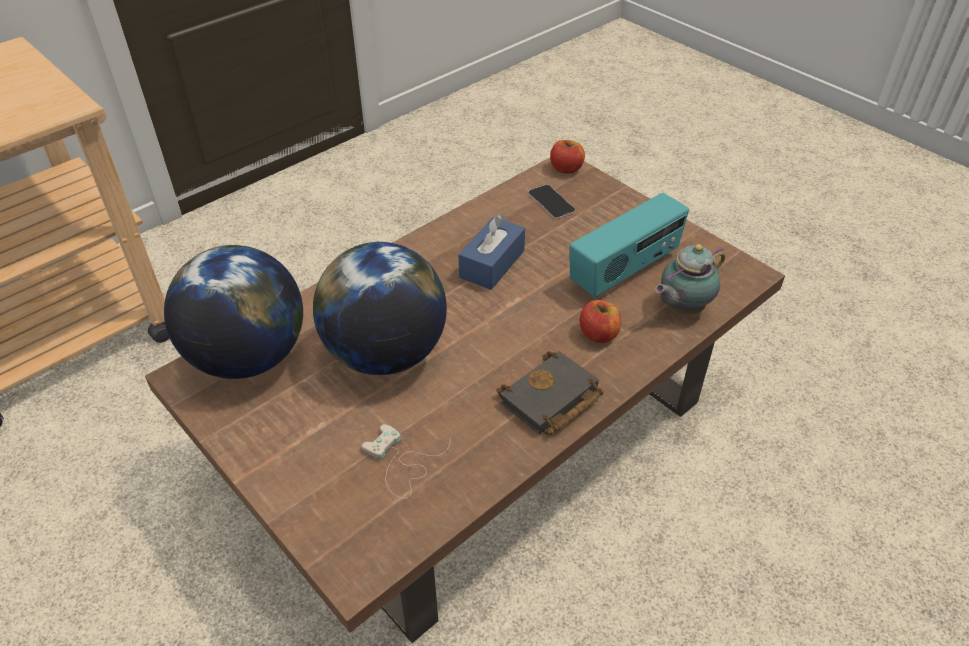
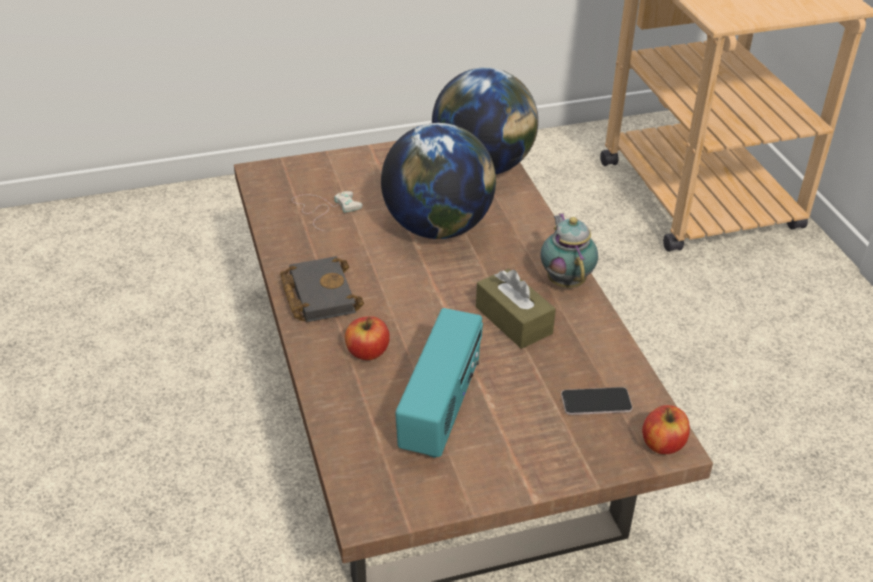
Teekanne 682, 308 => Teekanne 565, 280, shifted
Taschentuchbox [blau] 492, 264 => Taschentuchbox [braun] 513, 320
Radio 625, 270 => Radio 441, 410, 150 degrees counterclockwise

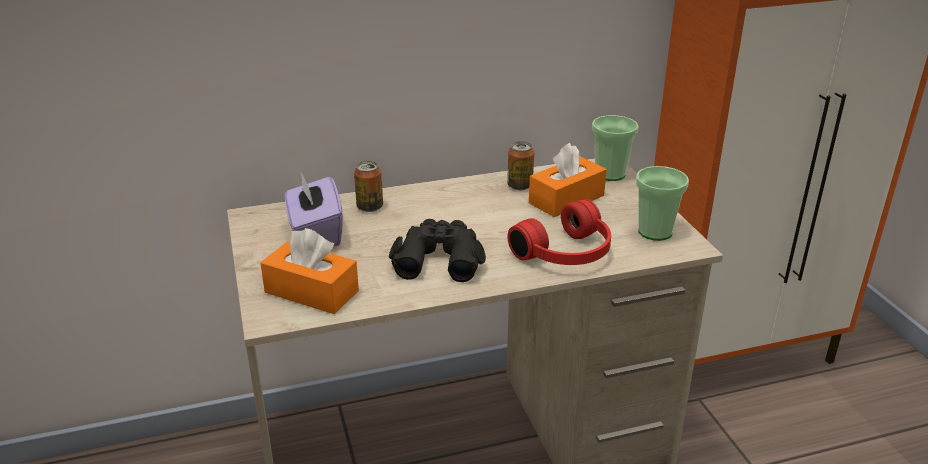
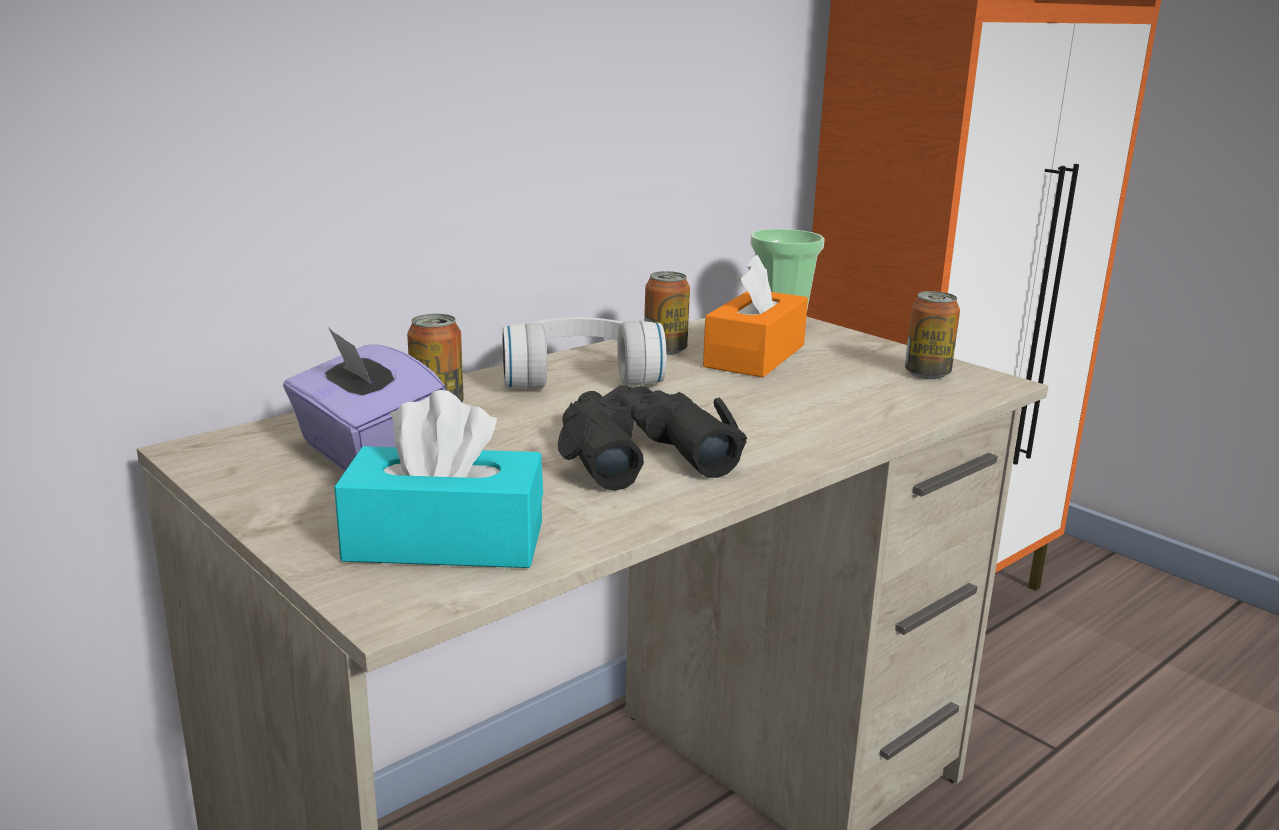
Kopfhörer [rot] 567, 254 => nothing
nothing => Kopfhörer [weiß] 579, 374
Tasse 655, 232 => Dose 927, 373
Taschentuchbox [orange] 311, 292 => Taschentuchbox [türkis] 445, 542

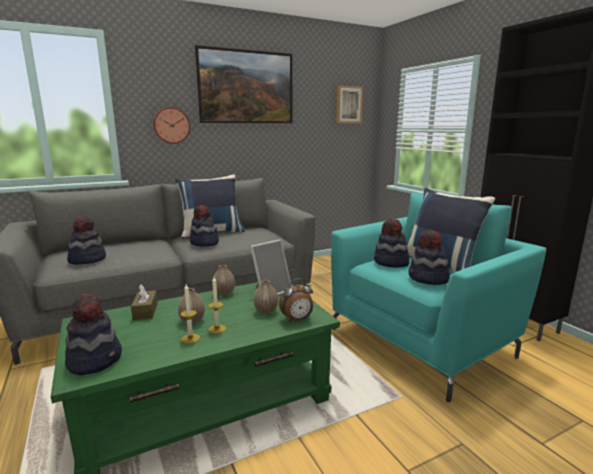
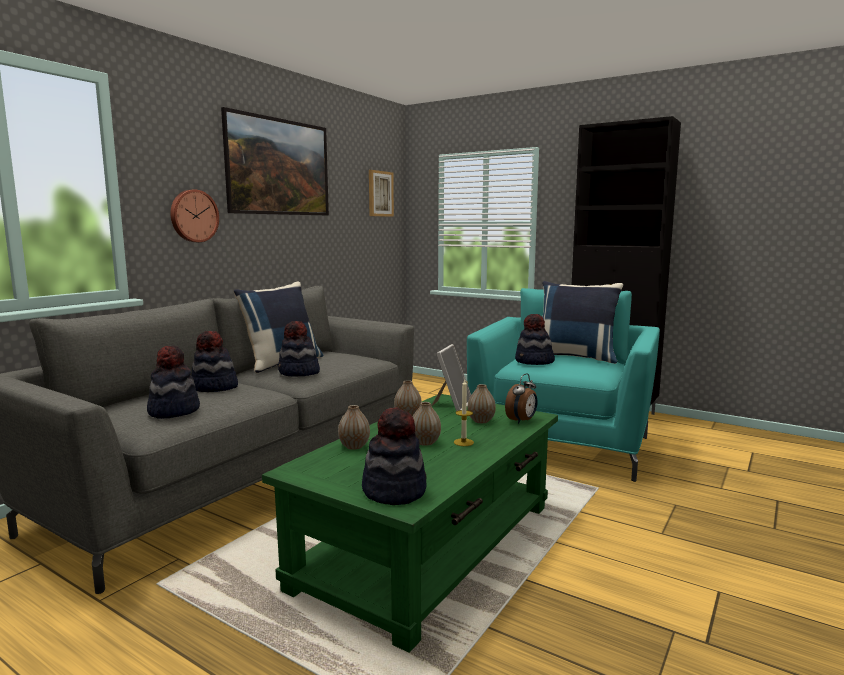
Kerze 190, 338 => nothing
Hut 428, 279 => Hut 214, 388, shifted
Taschentuchbox [braun] 145, 311 => Vase 354, 446

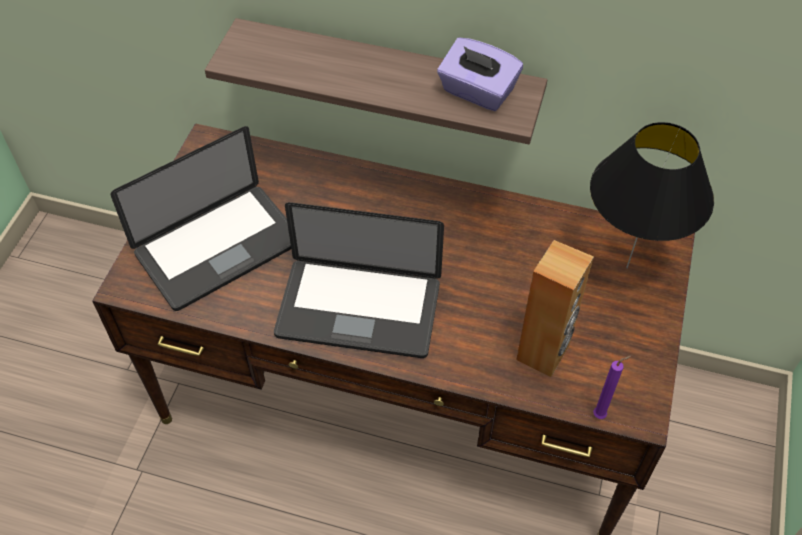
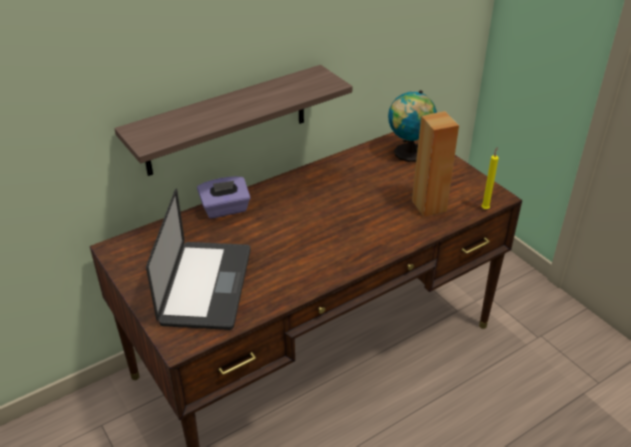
Laptop 358, 309 => nothing
Taschentuchbox [lila] 477, 92 => Taschentuchbox [lila] 225, 209, shifted
Tischlampe [schwarz] 626, 268 => Globus 408, 154
Kerze [lila] 601, 415 => Kerze [gelb] 485, 208

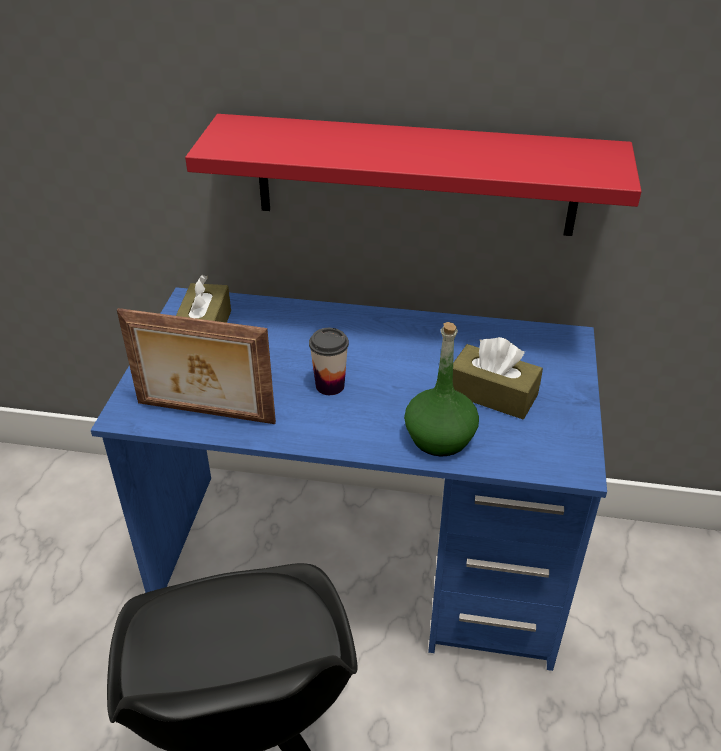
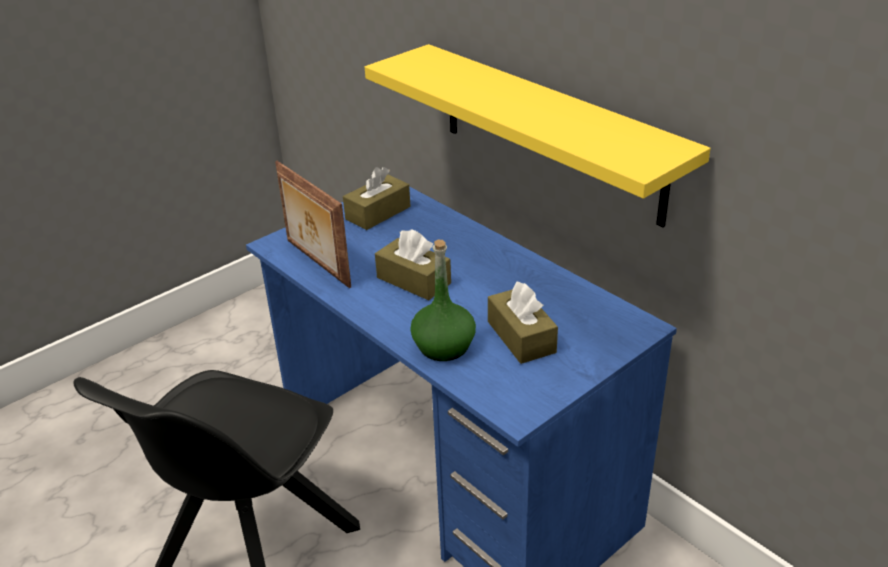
Tasse 330, 385 => Taschentuchbox [braun] 413, 280
Wandregal [rot] 415, 175 => Wandregal [gelb] 549, 132

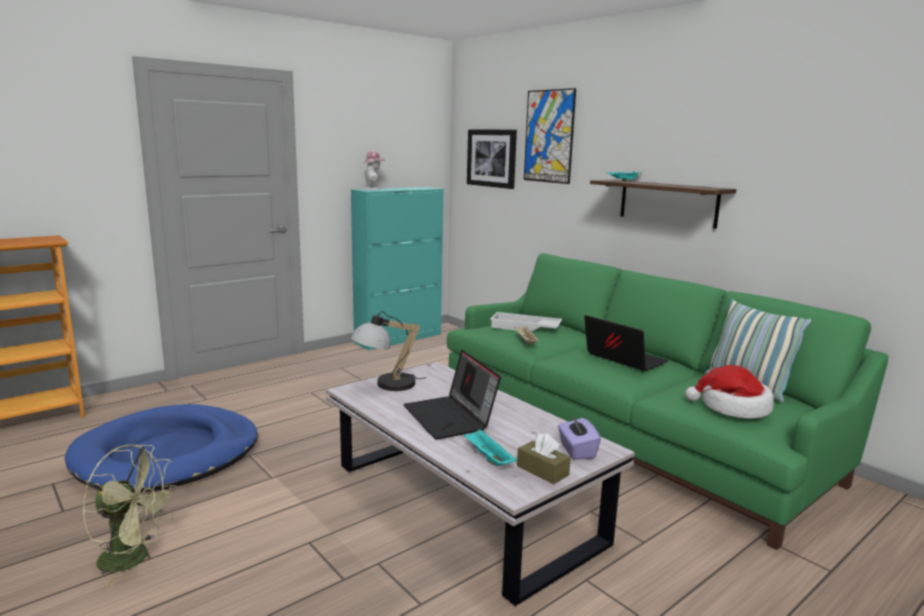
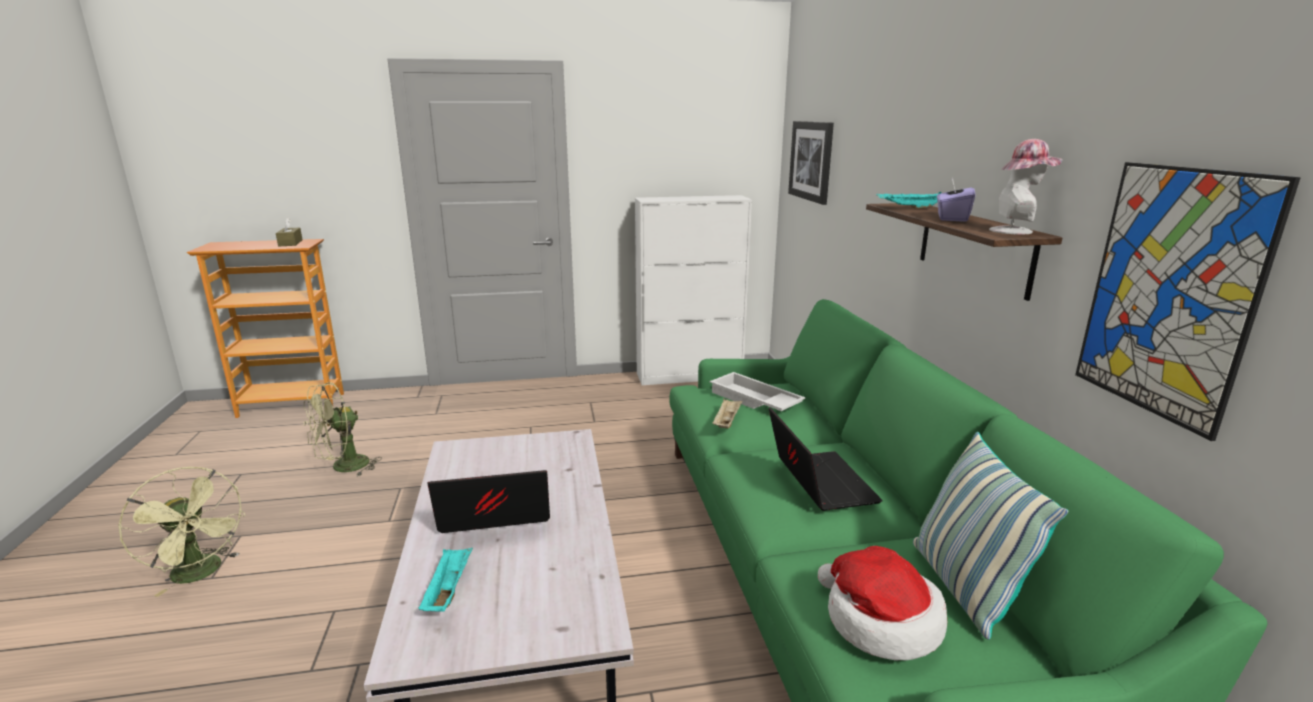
Tischlampe 386, 385 => nothing
Hut 373, 189 => Hut 1016, 231, shifted
Taschentuchbox [braun] 542, 471 => Taschentuchbox [braun] 290, 243, shifted
Bild 549, 136 => Bild 1169, 293, shifted
Taschentuchbox [lila] 576, 450 => Taschentuchbox [lila] 951, 218, shifted
Hundebett [blau] 168, 454 => Ventilator [grün] 343, 468
Schrank [türkis] 399, 338 => Schrank [weiß] 690, 375
Laptop 451, 418 => Laptop 493, 516, 75 degrees clockwise

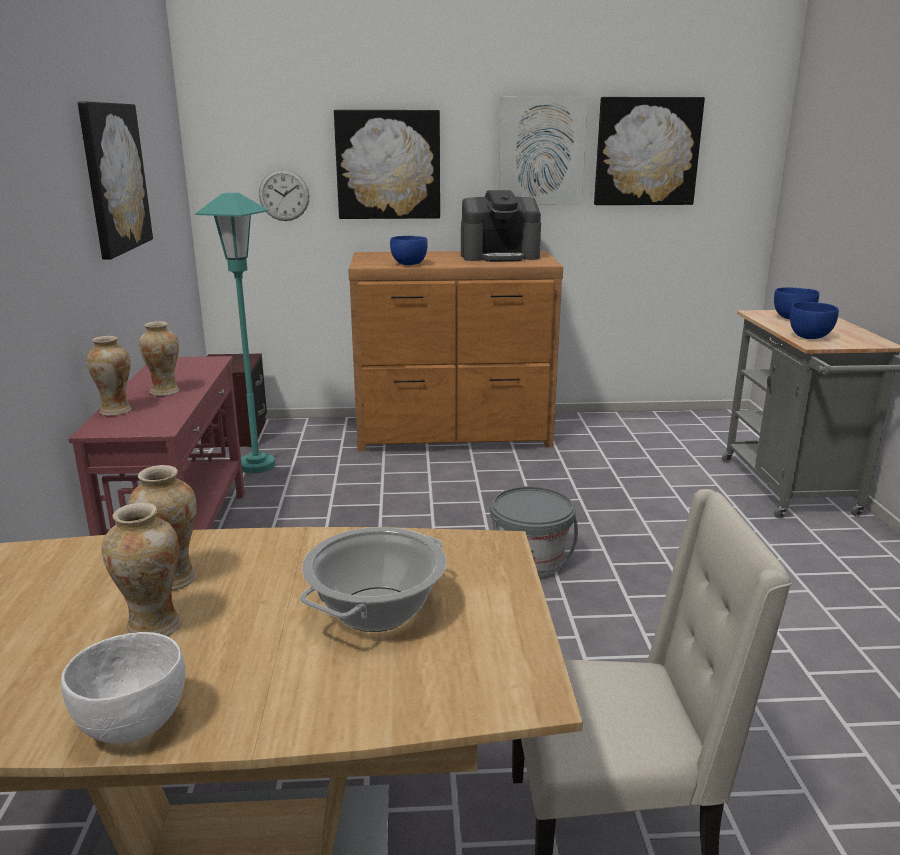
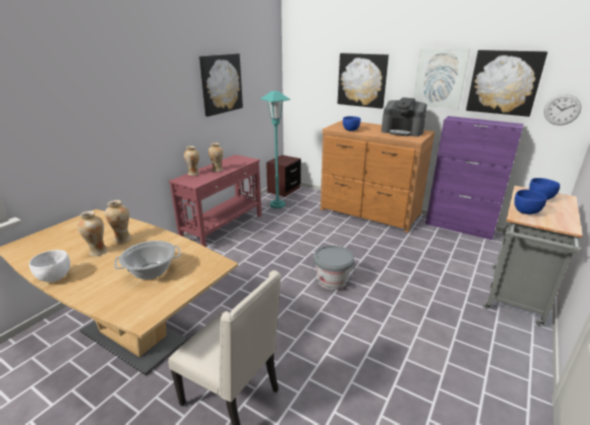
nothing => Schrank [lila] 459, 227
Wanduhr 284, 195 => Wanduhr 562, 109, shifted

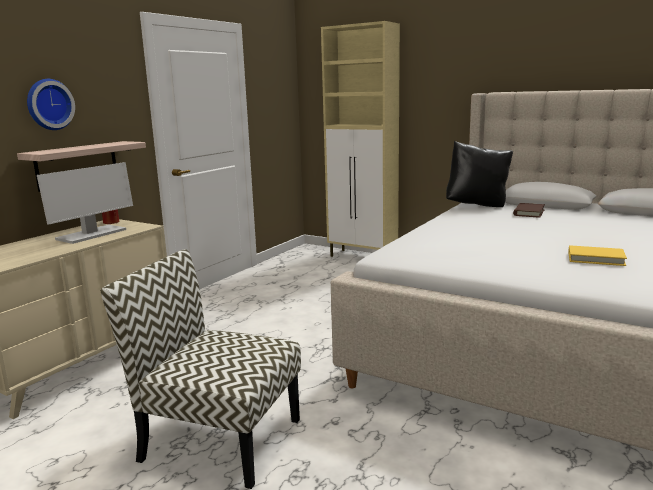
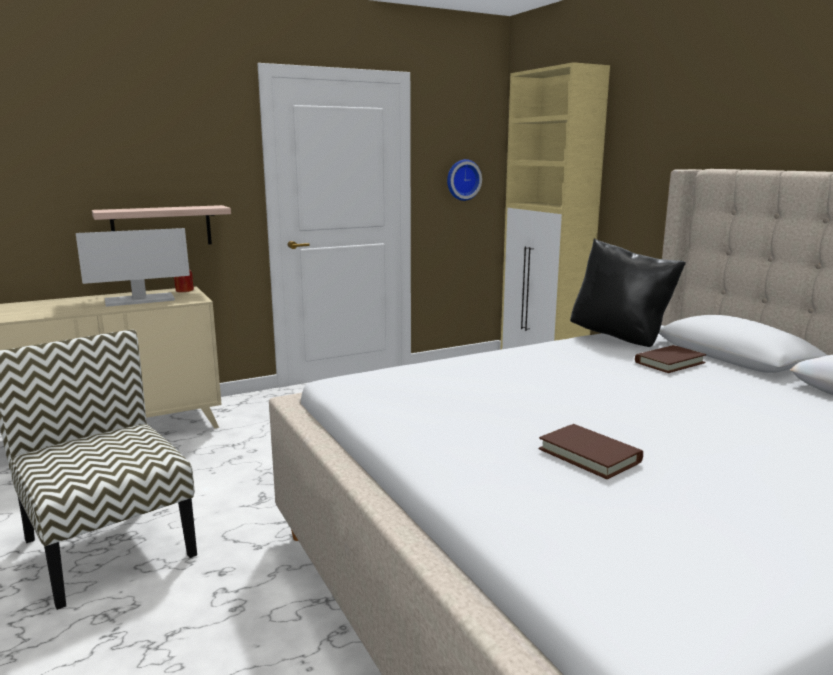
Wanduhr 48, 104 => Wanduhr 462, 180, shifted
Buch [gelb] 595, 259 => Buch [braun] 589, 455

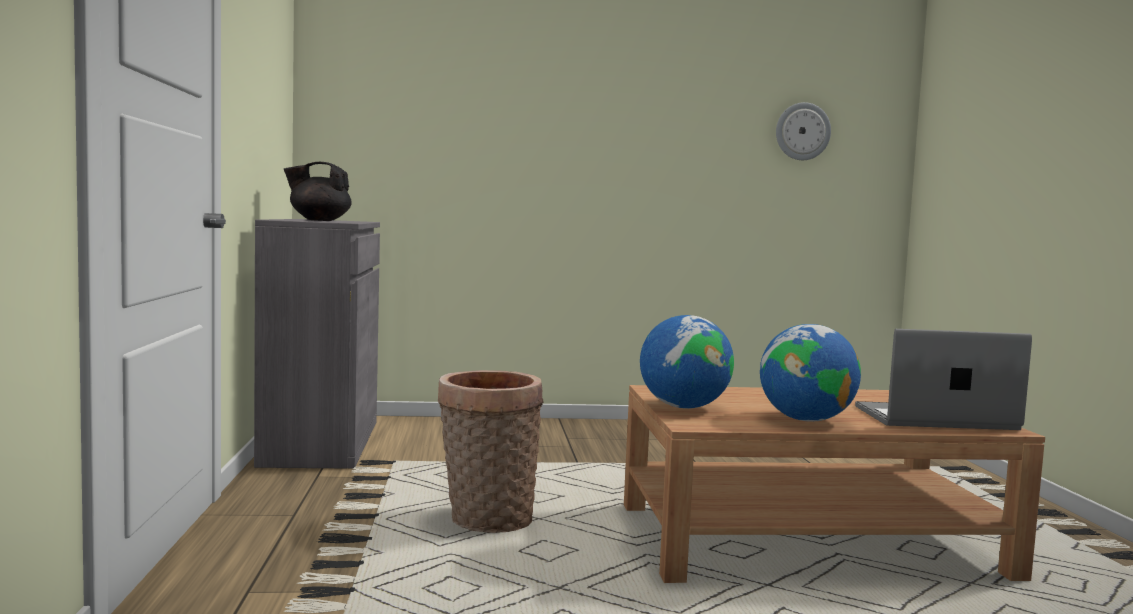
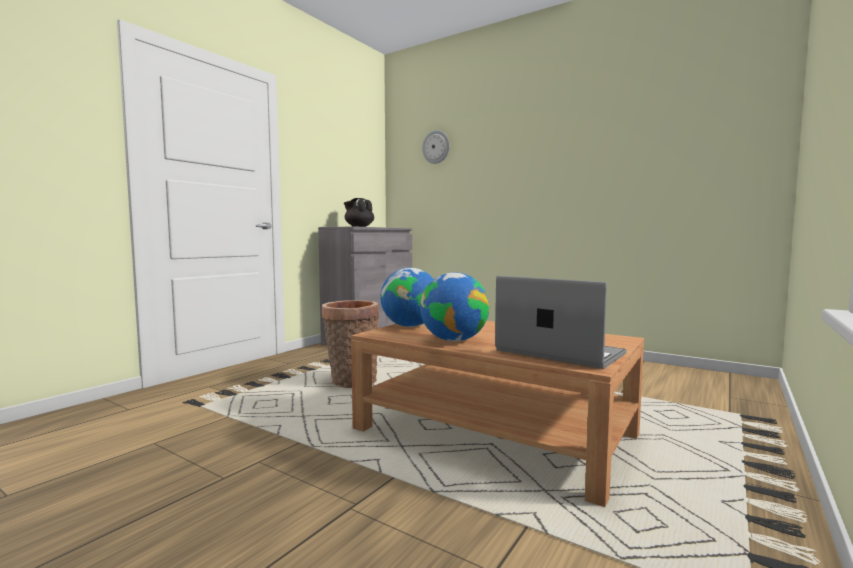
Wanduhr 802, 131 => Wanduhr 436, 147, shifted

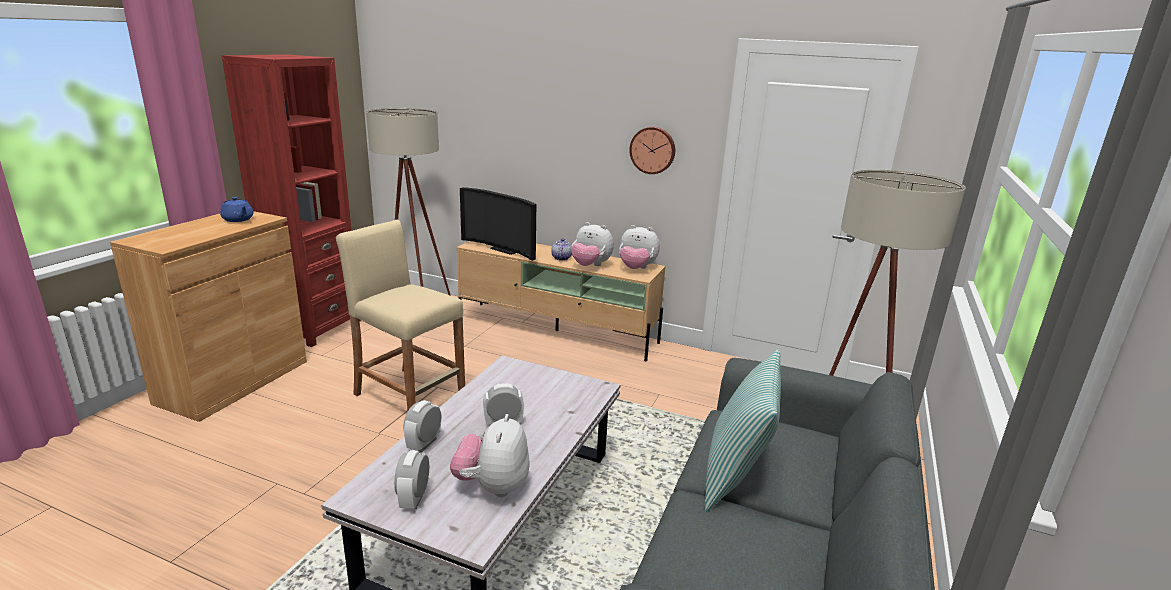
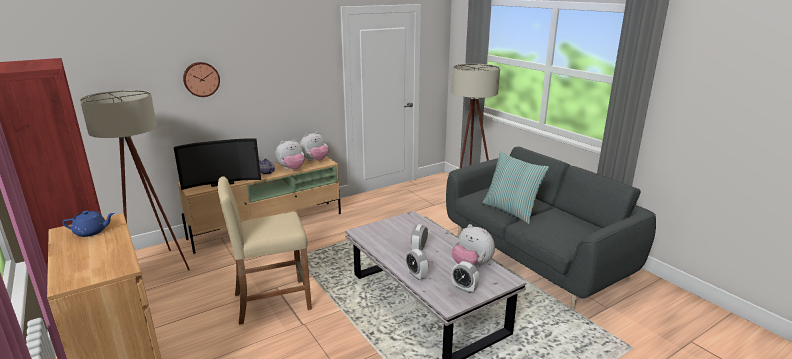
Wanduhr 653, 150 => Wanduhr 201, 79, shifted

